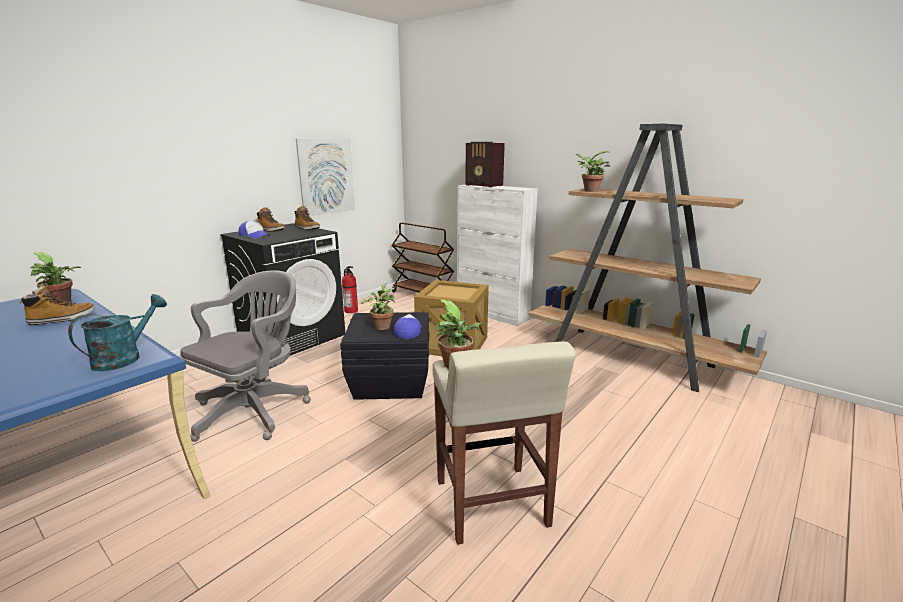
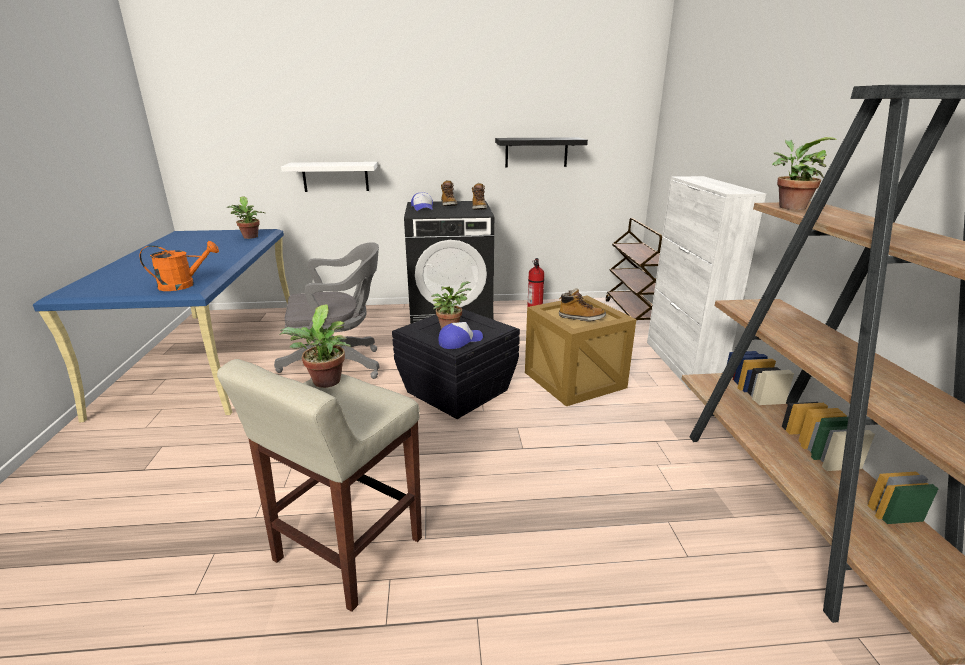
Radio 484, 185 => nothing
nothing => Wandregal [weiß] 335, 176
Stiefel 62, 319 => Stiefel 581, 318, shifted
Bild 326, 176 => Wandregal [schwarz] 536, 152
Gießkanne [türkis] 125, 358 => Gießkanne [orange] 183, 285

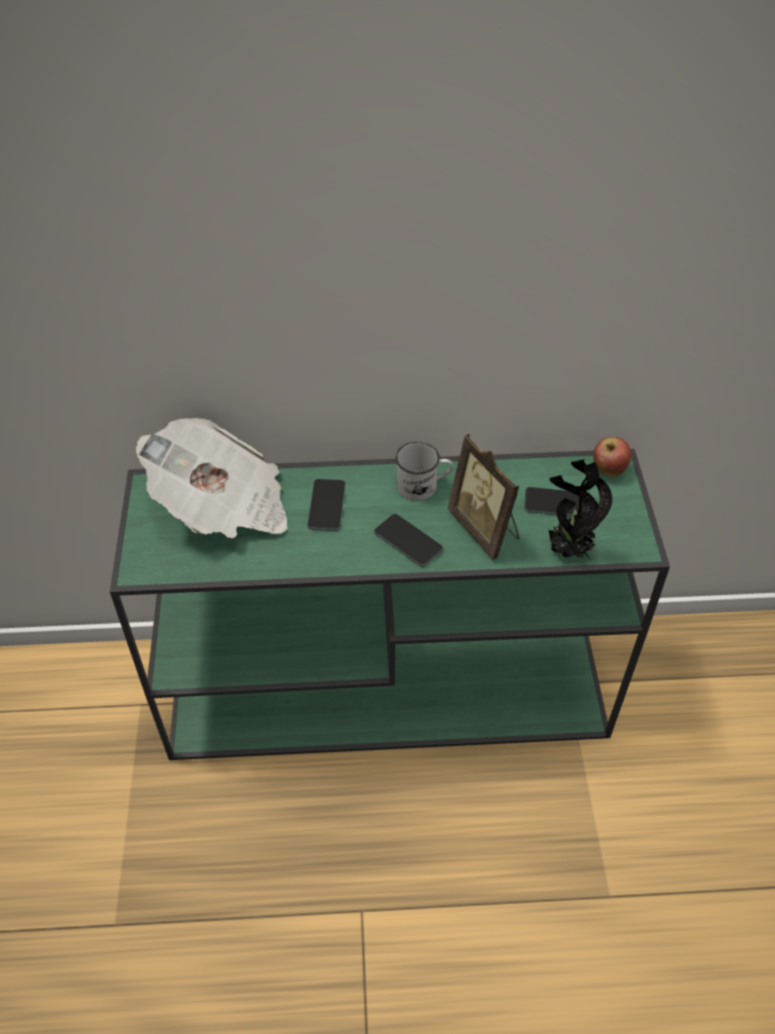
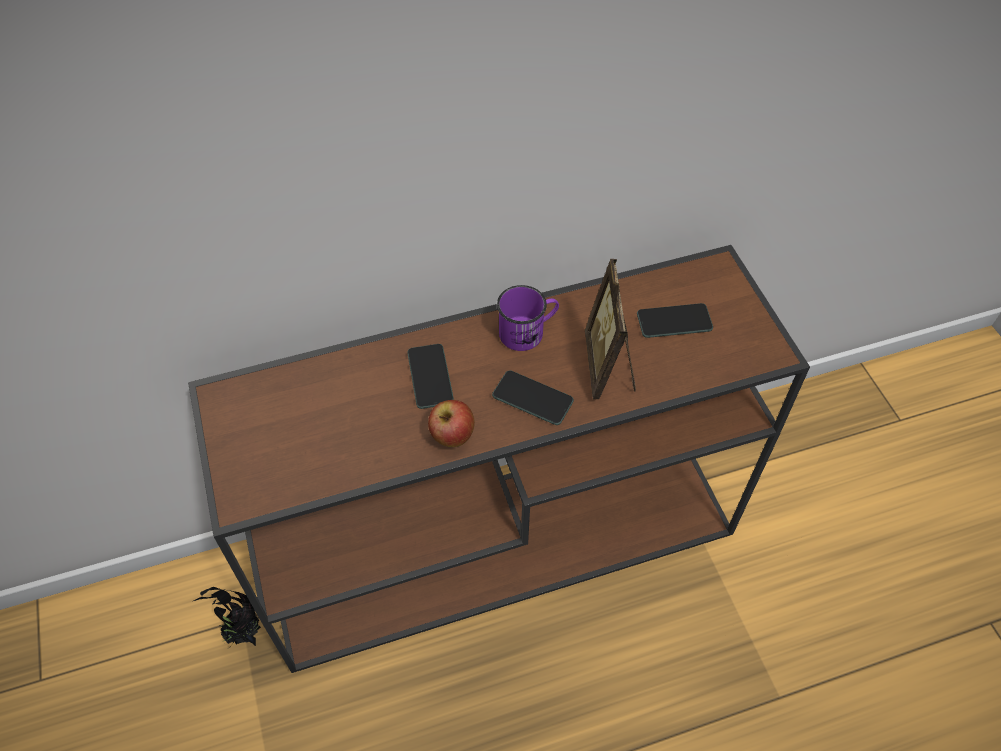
Zeitung 223, 506 => nothing
Topfpflanze 567, 551 => Topfpflanze 242, 633, shifted
Apfel 608, 470 => Apfel 452, 437, shifted
Konsolentisch [grün] 392, 690 => Konsolentisch [braun] 504, 537
Henkelbecher [weiß] 423, 486 => Henkelbecher [lila] 528, 332
Bilderrahmen 485, 529 => Bilderrahmen 609, 366, 45 degrees clockwise

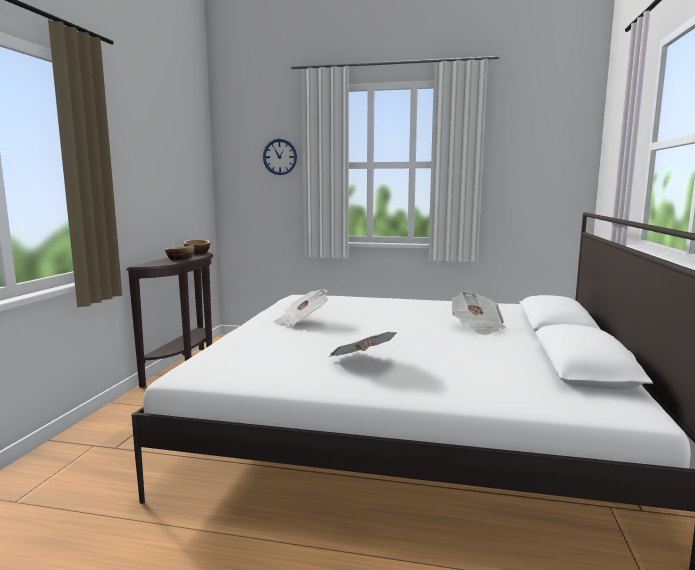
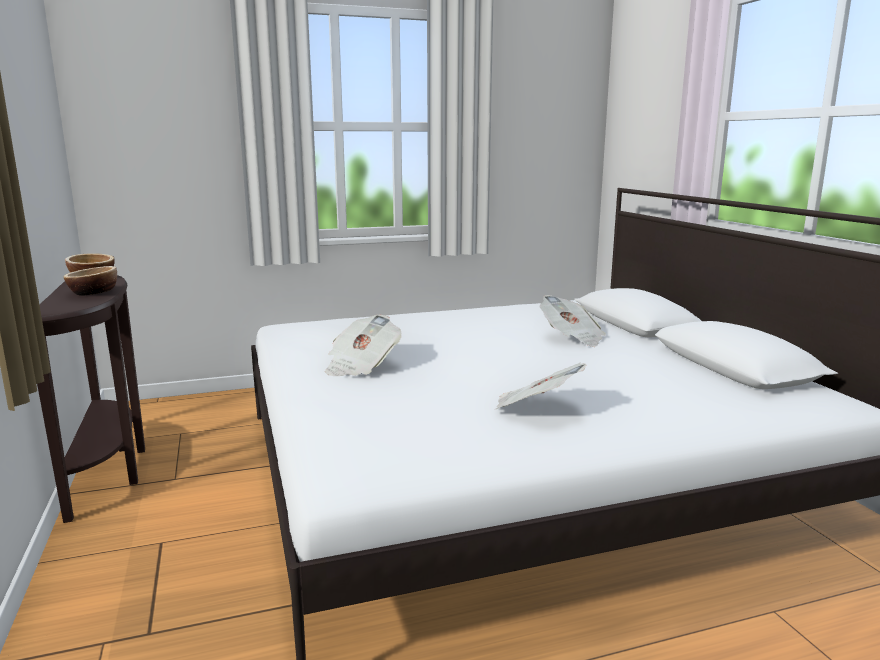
Wanduhr 279, 157 => nothing

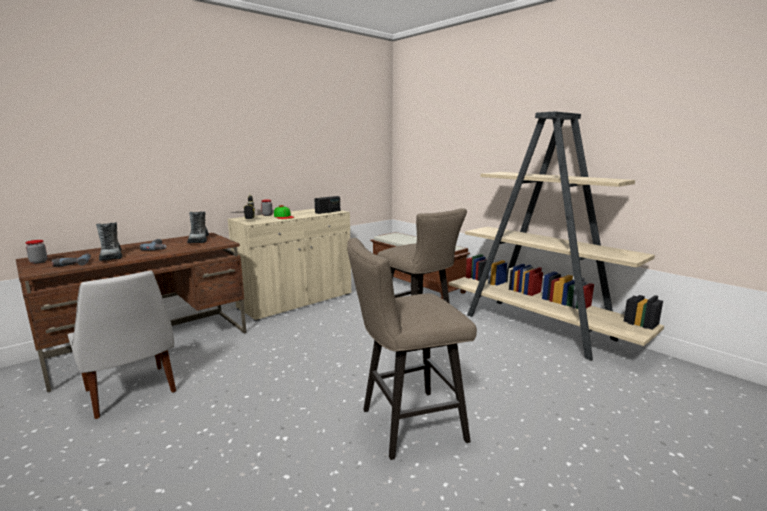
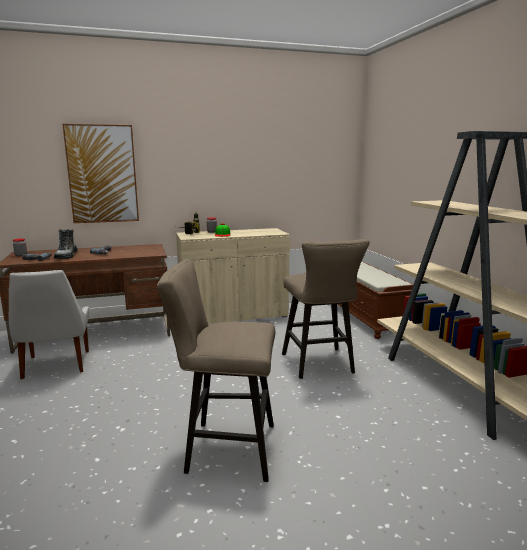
Stiefel 199, 240 => nothing
Radio 328, 212 => nothing
nothing => Bild 102, 174

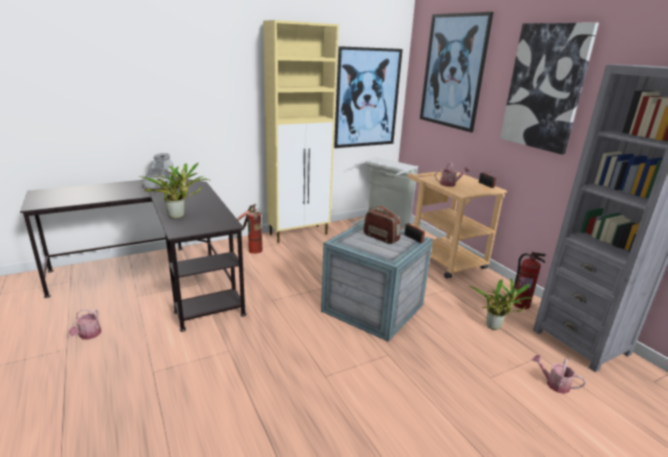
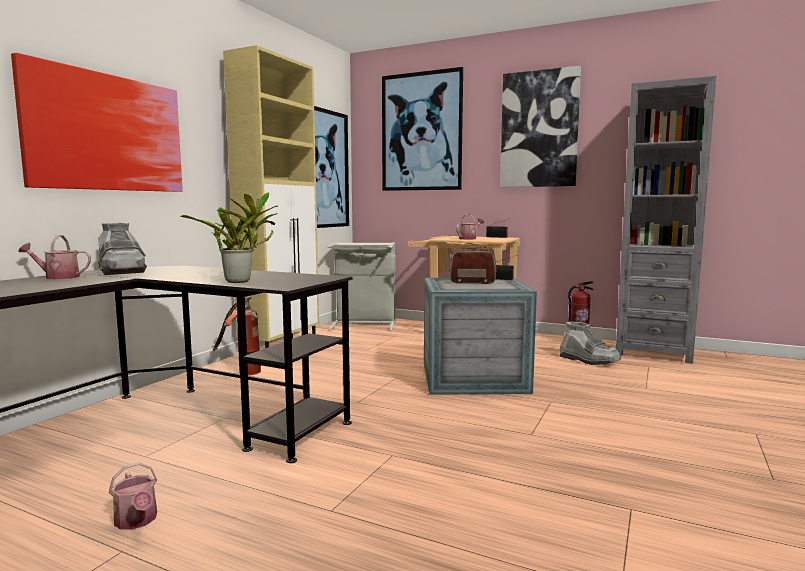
nothing => Bild 107, 133
Gießkanne 554, 384 => Gießkanne 57, 277, shifted
Topfpflanze 495, 327 => Stiefel [grau] 589, 360

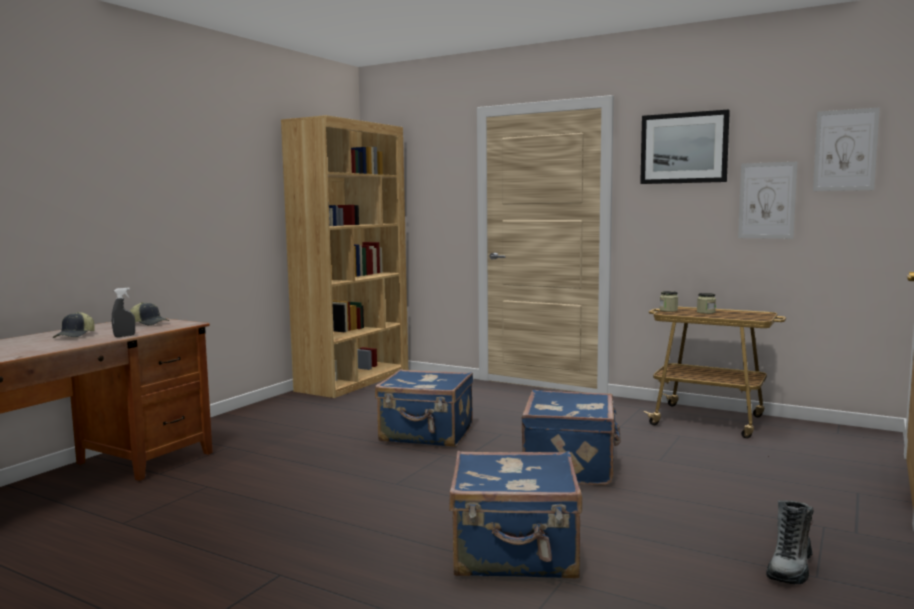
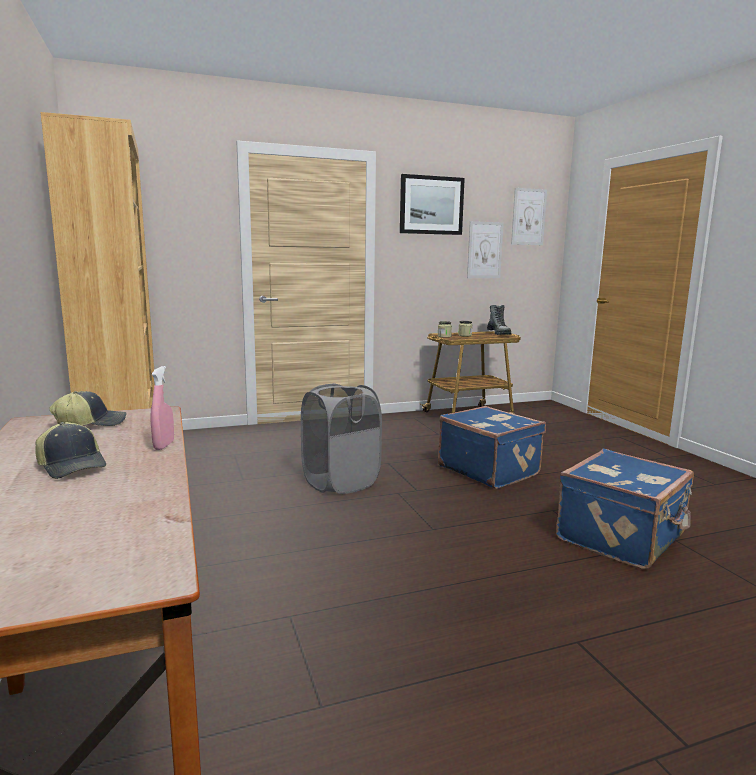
Stiefel 790, 568 => Stiefel 499, 333, shifted
Koffer [blau] 427, 435 => Wäschekorb [grau] 340, 482
Sprühflasche [grau] 124, 336 => Sprühflasche [rosa] 164, 446

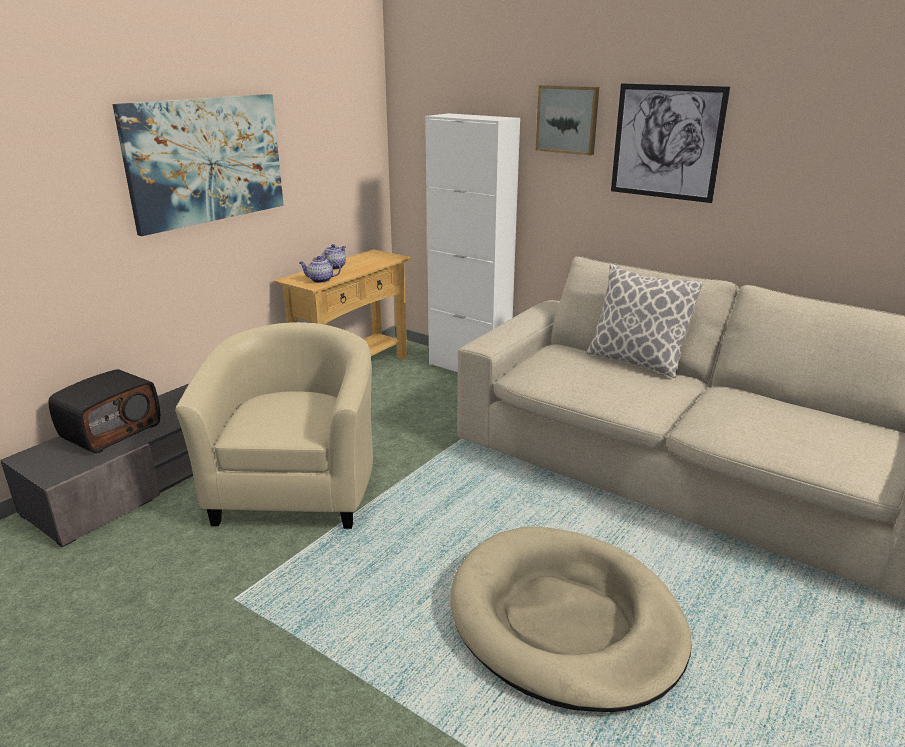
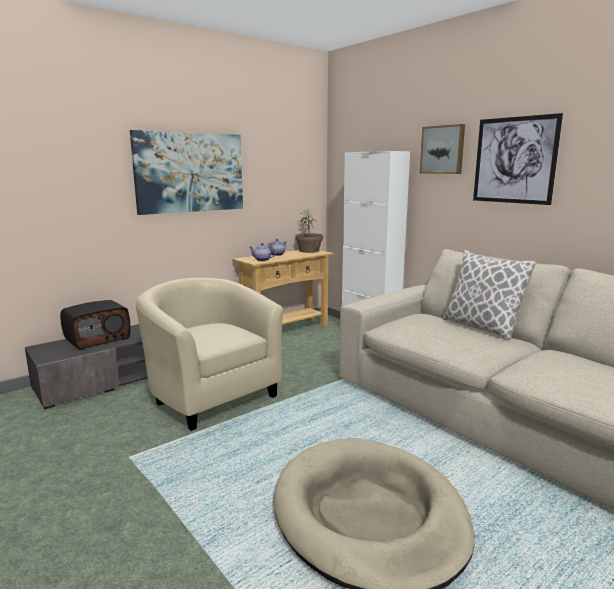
nothing => Topfpflanze 309, 251
Sessel [beige] 297, 488 => Sessel [beige] 210, 395, 60 degrees counterclockwise

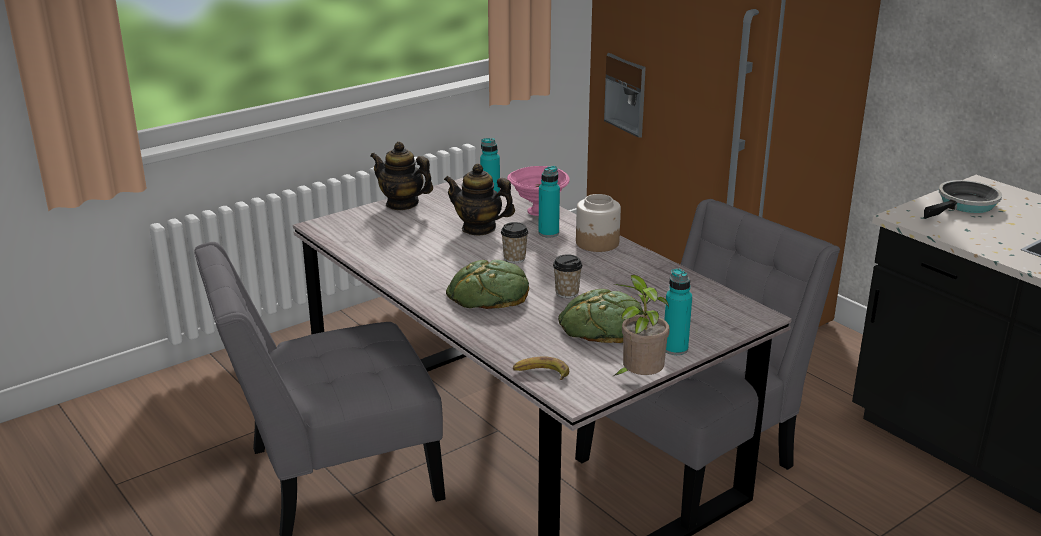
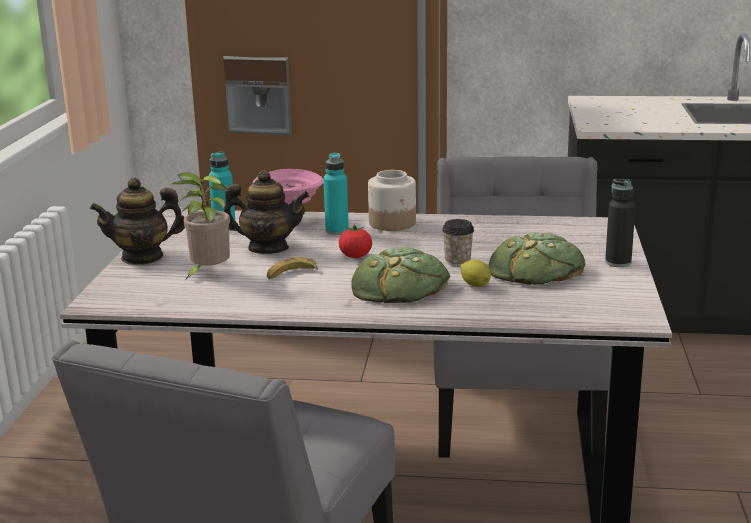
Pfanne 964, 205 => nothing
nothing => Zitrone 475, 285
Banane 541, 373 => Banane 290, 274, shifted
Topfpflanze 639, 379 => Topfpflanze 208, 274, shifted
Tasse 514, 258 => Tomate 355, 256
Flasche [türkis] 675, 349 => Flasche [schwarz] 618, 262
Teekanne 479, 228 => Teekanne 268, 248, 150 degrees counterclockwise

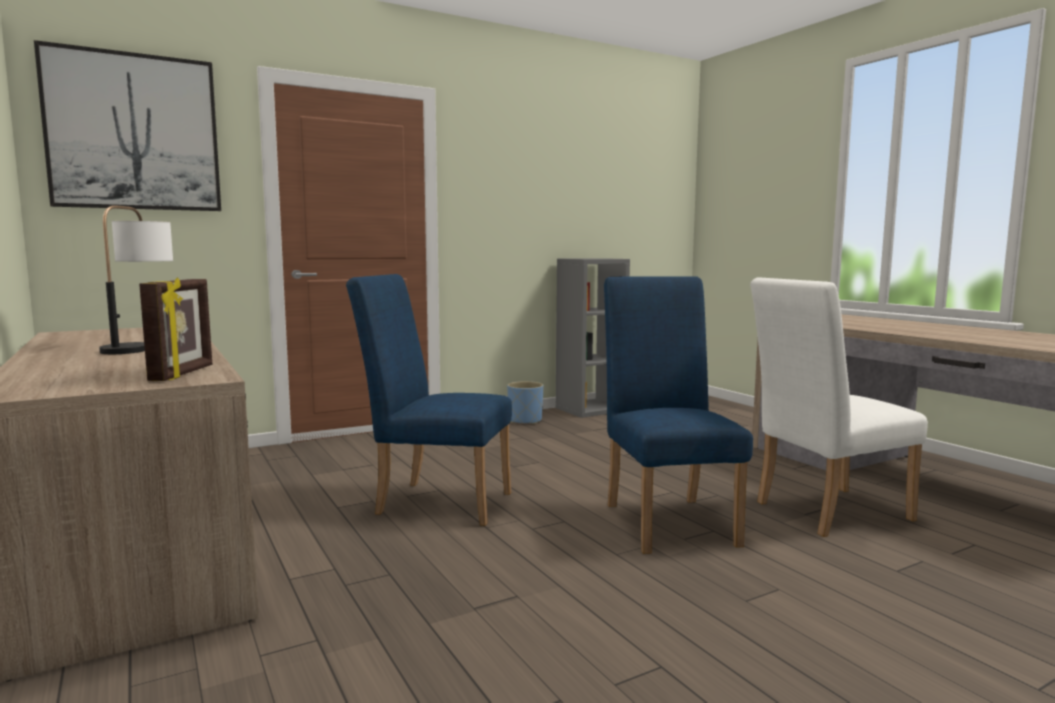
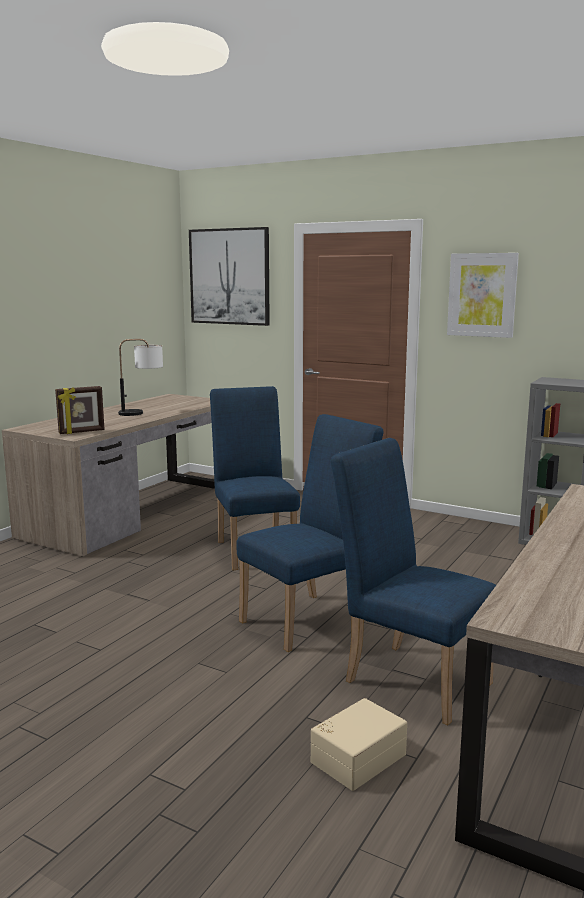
Pflanzkübel [blau] 525, 421 => nothing
nothing => Aufbewahrungsbox [beige] 356, 757
nothing => Bild 482, 295
Stuhl [weiß] 823, 512 => Stuhl [blau] 409, 677

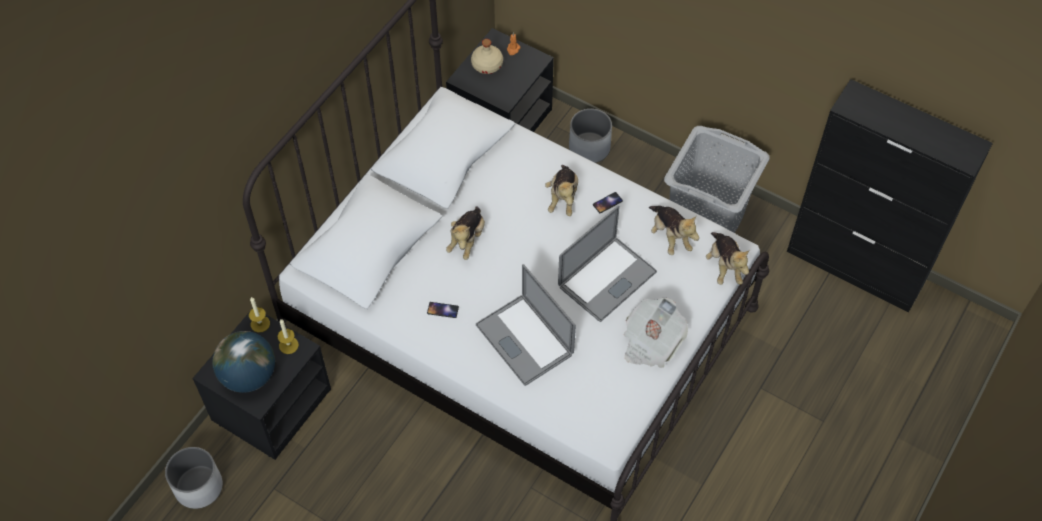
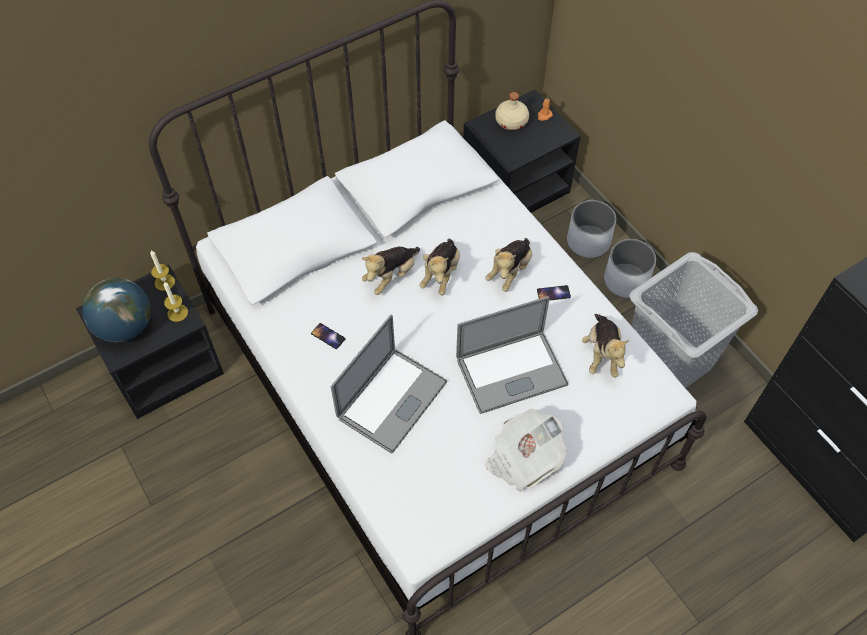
Pflanzkübel [weiß] 199, 486 => Pflanzkübel [weiß] 626, 280, shifted
Plüschtier 724, 266 => Plüschtier 441, 274, shifted
Laptop 524, 339 => Laptop 392, 399, 135 degrees counterclockwise

